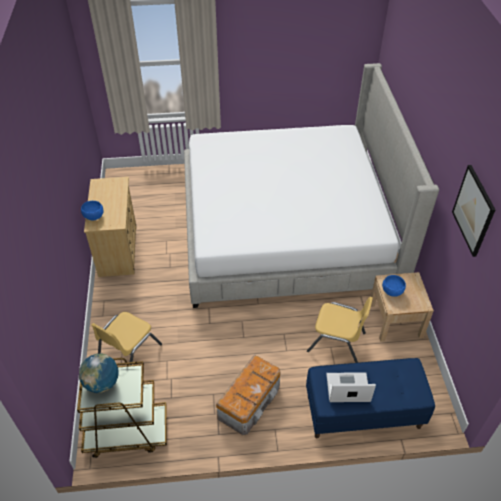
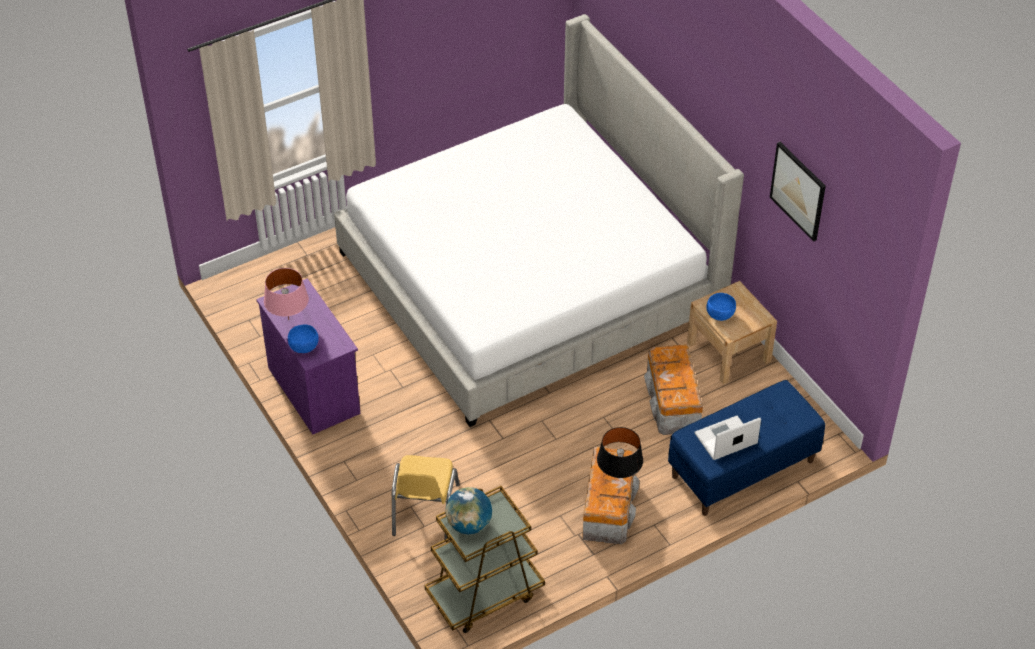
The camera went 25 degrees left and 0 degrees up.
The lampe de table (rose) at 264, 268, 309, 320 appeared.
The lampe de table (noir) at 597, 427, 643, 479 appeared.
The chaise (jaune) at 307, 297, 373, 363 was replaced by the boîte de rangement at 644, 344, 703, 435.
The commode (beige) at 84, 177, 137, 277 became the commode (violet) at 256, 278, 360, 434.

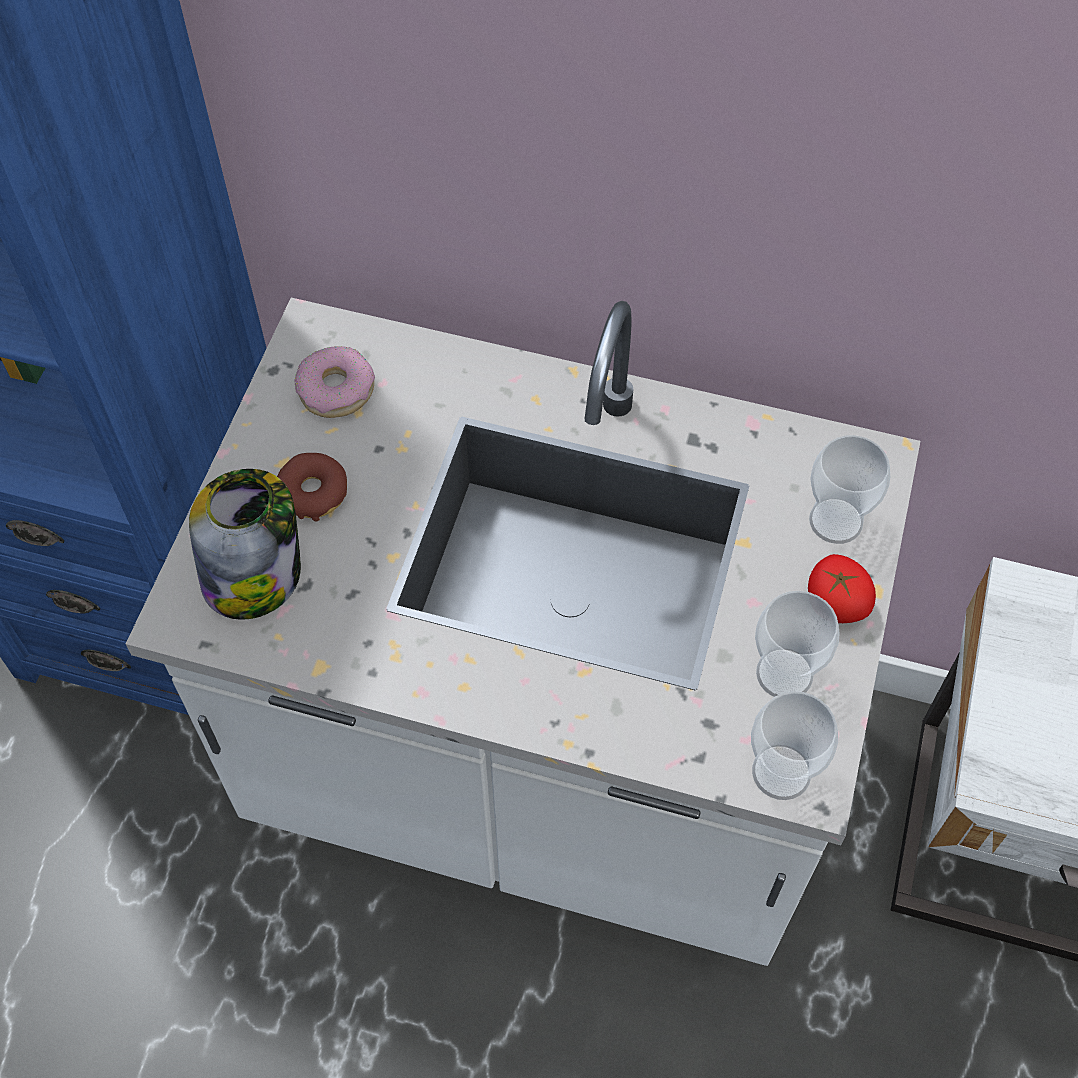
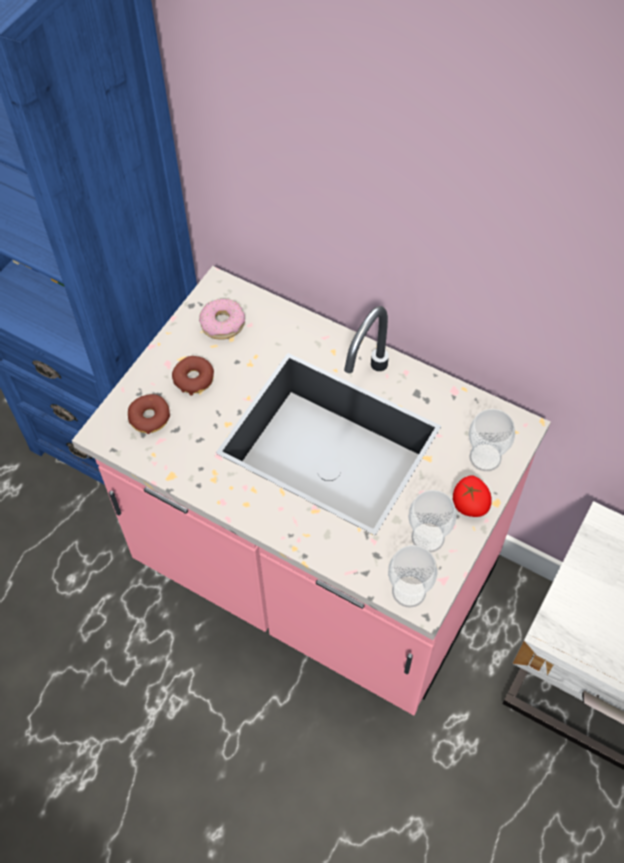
The camera went 15 degrees right and 0 degrees up.
The bocal at 189, 469, 301, 620 was replaced by the beignet at 128, 394, 170, 434.
The comptoir de cuisine (blanc) at 126, 298, 920, 966 became the comptoir de cuisine (rose) at 72, 266, 551, 715.

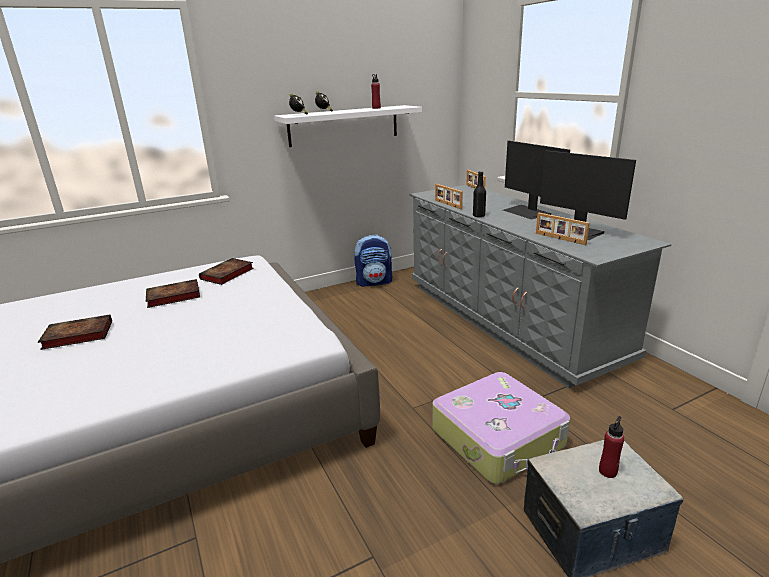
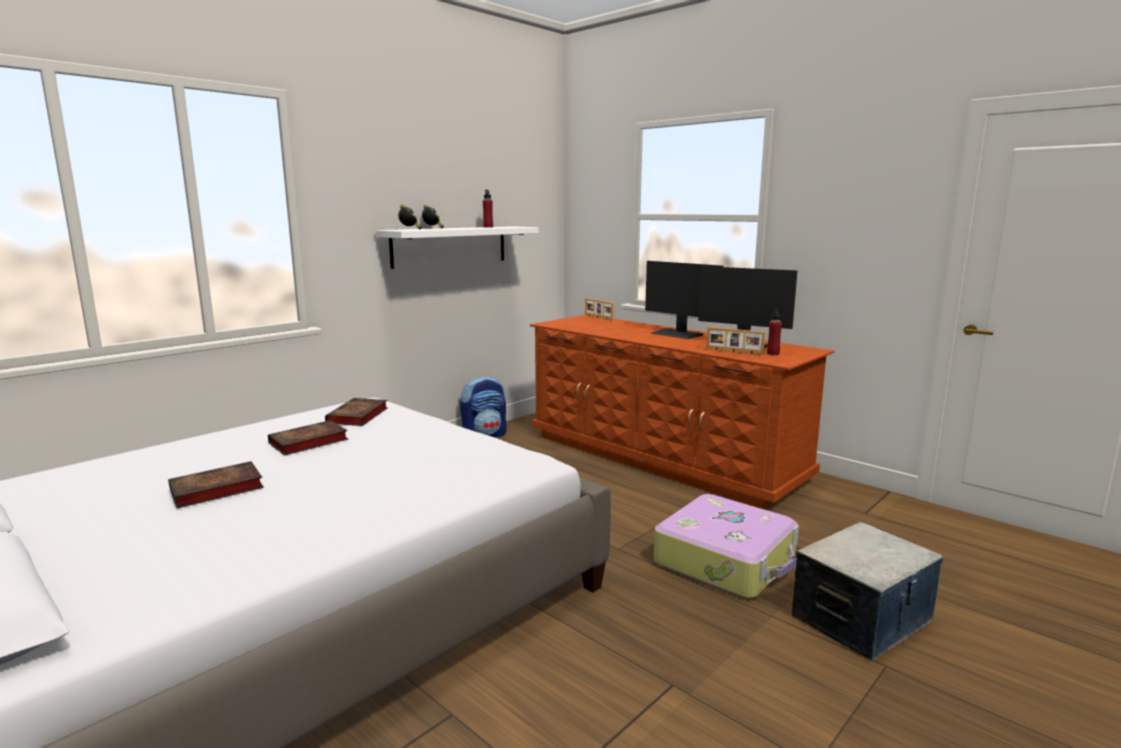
The camera went 20 degrees left and 10 degrees down.
The cadre photo at 435, 184, 463, 209 disappeared.
The bouteille (noir) at 473, 171, 486, 217 disappeared.
The bouteille (rouge) moved from 599, 416, 624, 478 to 767, 309, 782, 355.
The commode (gris) at 410, 185, 671, 388 became the commode (marron) at 530, 315, 835, 509.

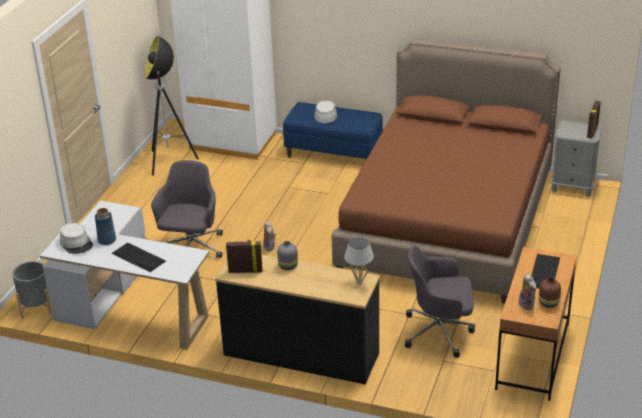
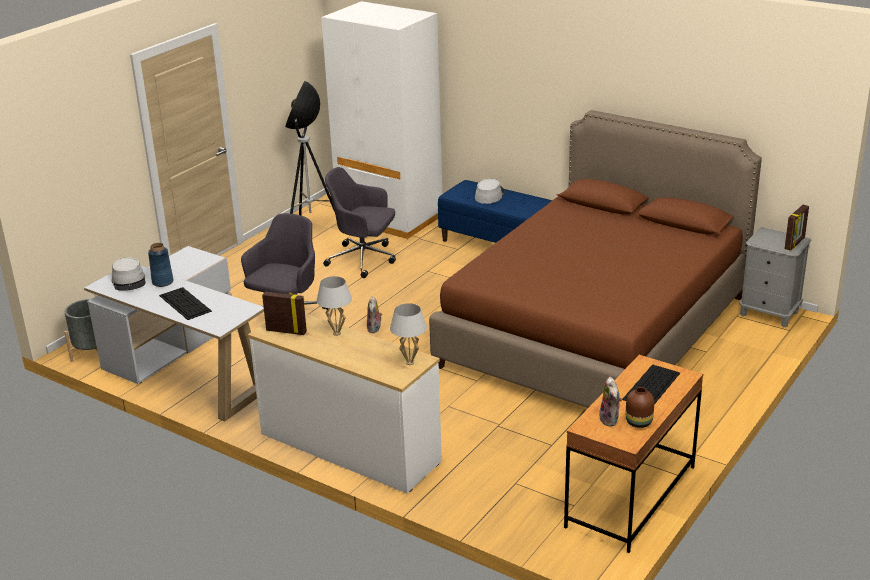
The camera went 15 degrees right and 5 degrees down.
The chaise de bureau (gris) moved from 405, 245, 475, 358 to 323, 167, 396, 278.
The vase (gris) at 277, 241, 298, 270 was replaced by the lampe de table (blanc) at 317, 276, 352, 336.
The commode (noir) at 215, 254, 380, 384 became the commode (blanc) at 248, 314, 442, 493.

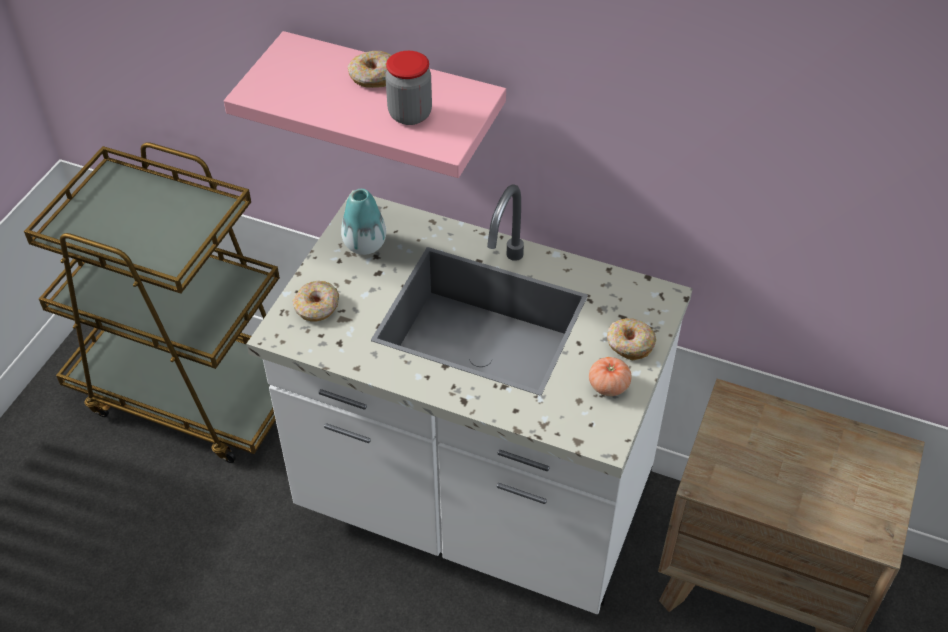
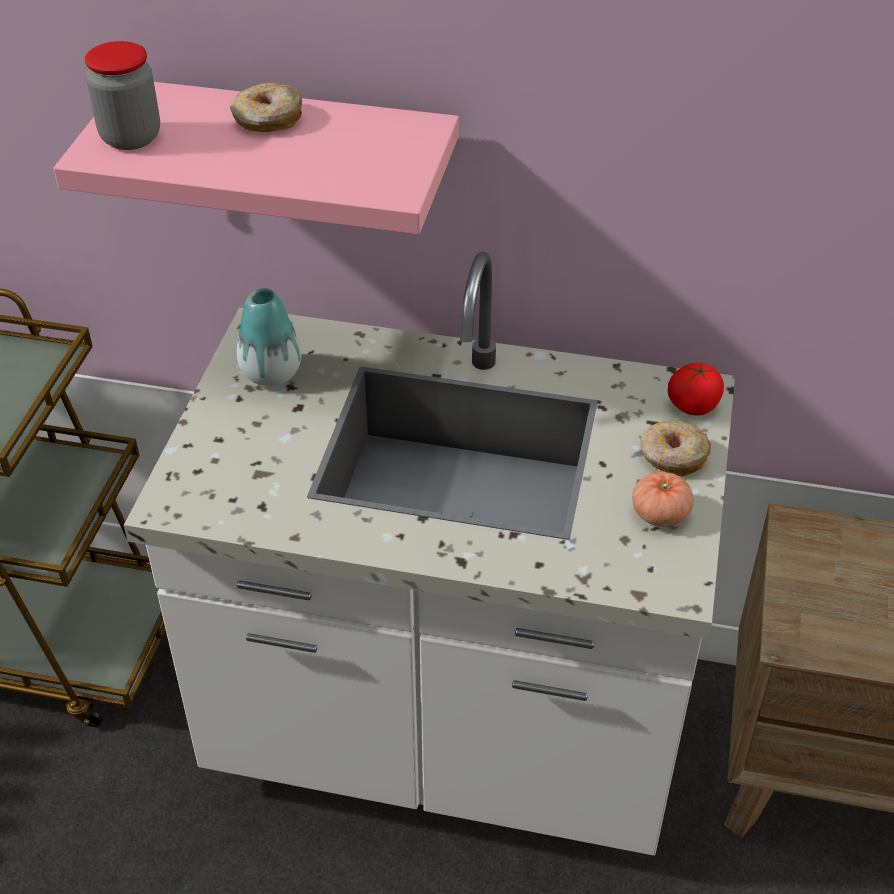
The camera went 10 degrees left and 5 degrees down.
The beignet at 293, 281, 339, 321 disappeared.
The tomate at 668, 363, 724, 415 appeared.
The bocal moved from 385, 51, 432, 125 to 85, 41, 160, 150.

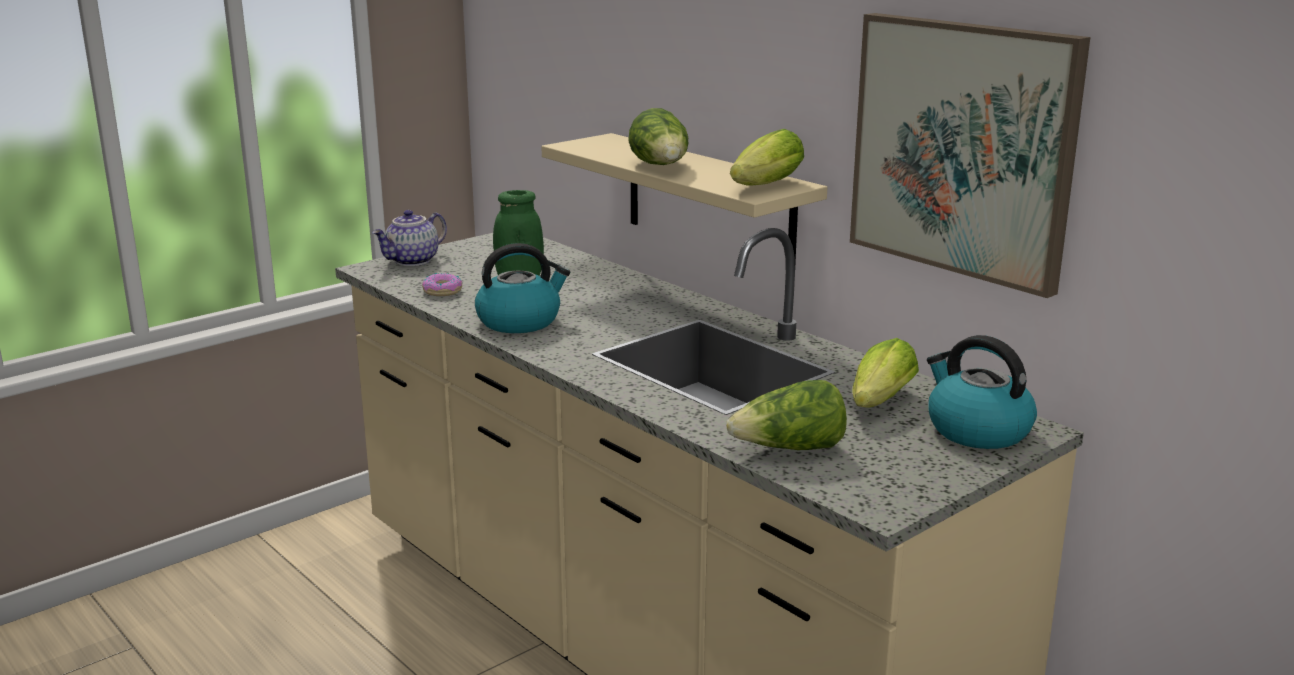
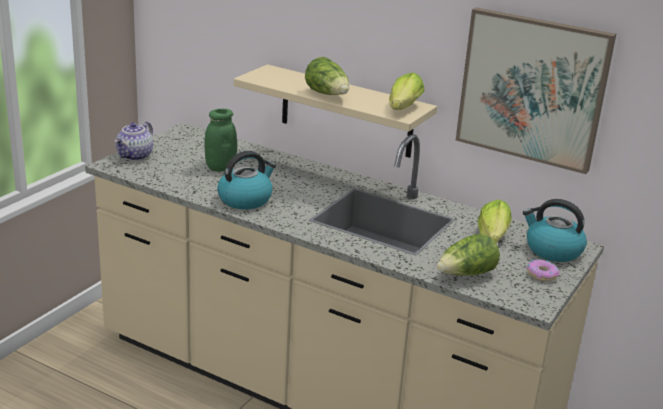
The camera went 20 degrees left and 5 degrees up.
The beignet moved from 422, 273, 462, 296 to 527, 259, 559, 281.

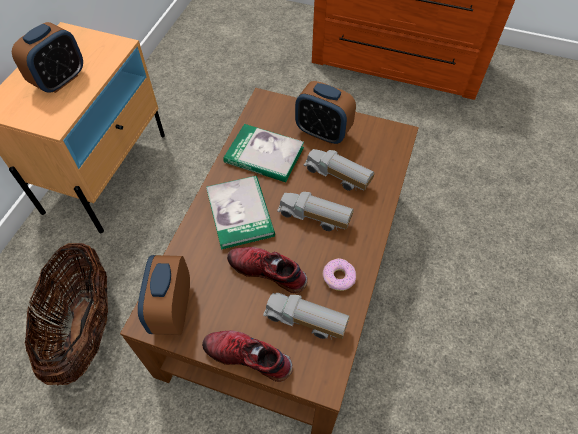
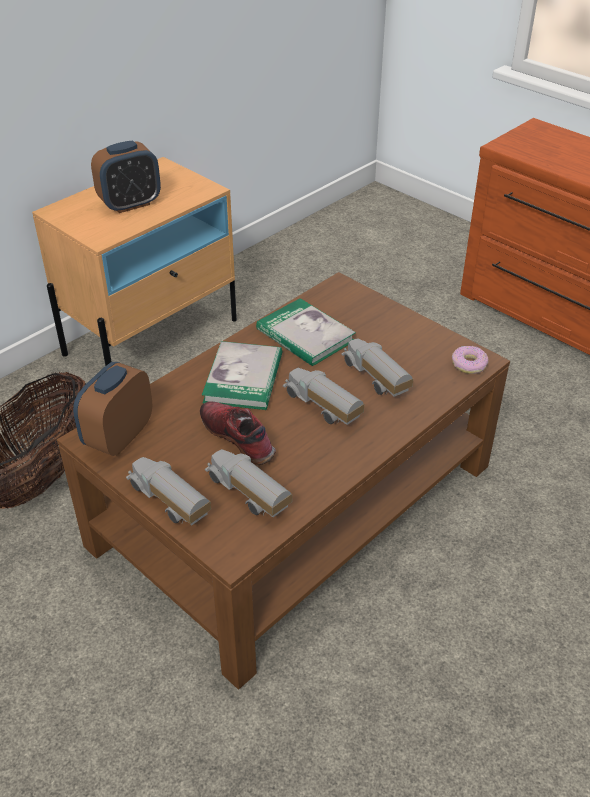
The camera went 25 degrees right and 15 degrees down.
The réveil at 295, 81, 356, 144 disappeared.
The beignet moved from 322, 258, 356, 291 to 452, 346, 488, 374.
The chaussure at 202, 330, 293, 382 was replaced by the camion jouet at 126, 457, 211, 525.

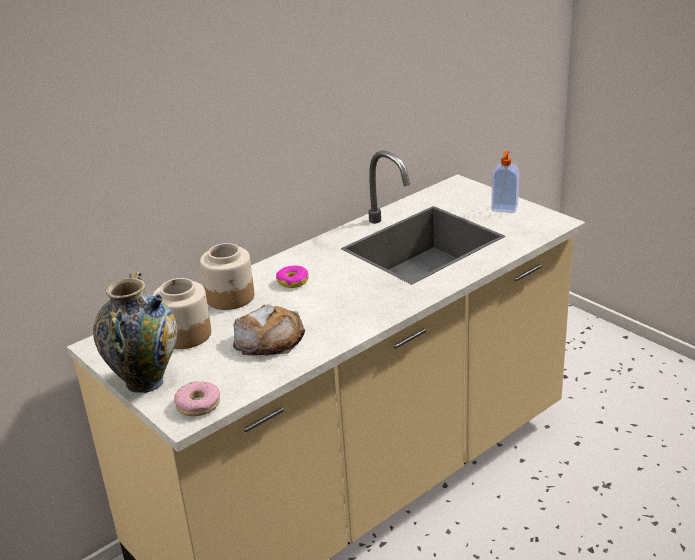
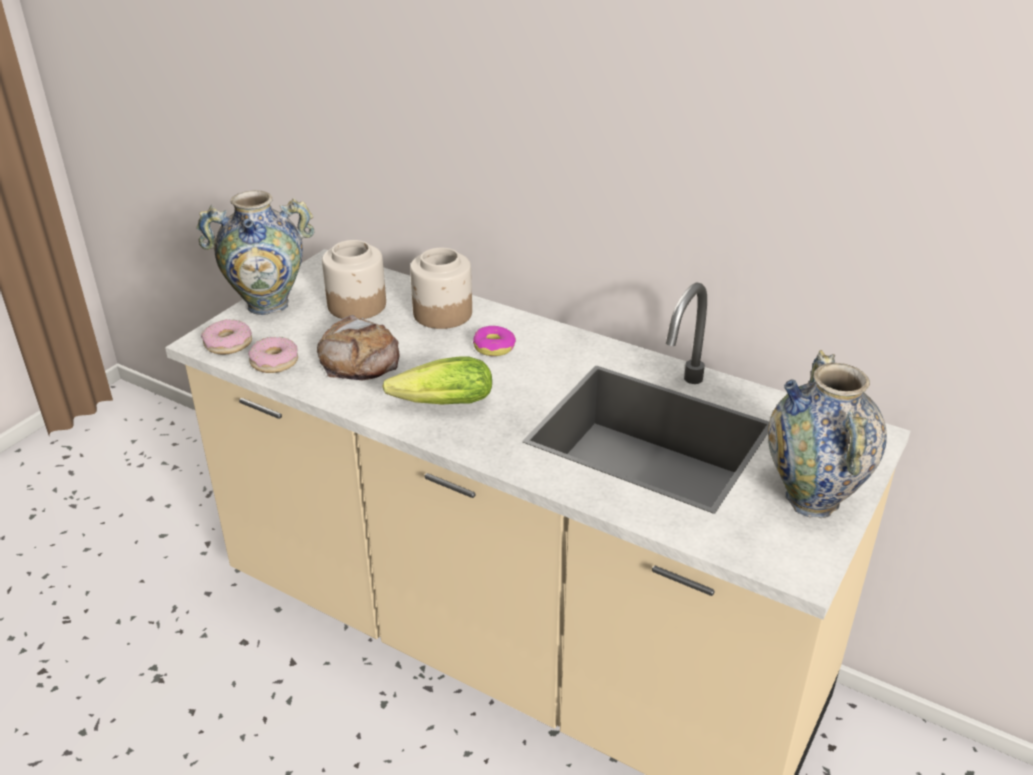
The camera went 70 degrees right and 5 degrees up.
The beignet at 248, 337, 298, 373 appeared.
The laitue at 382, 356, 492, 404 appeared.
The distributeur de savon at 491, 151, 519, 213 was replaced by the vase at 768, 350, 887, 518.

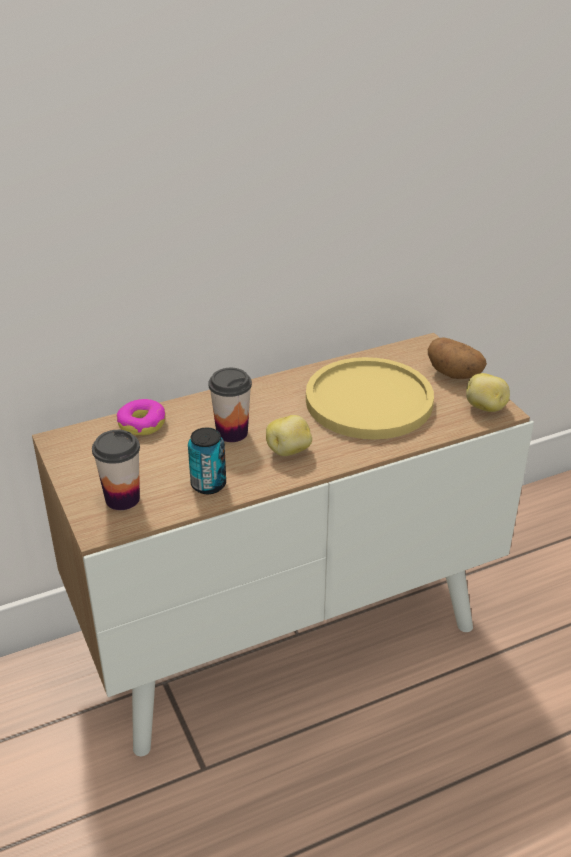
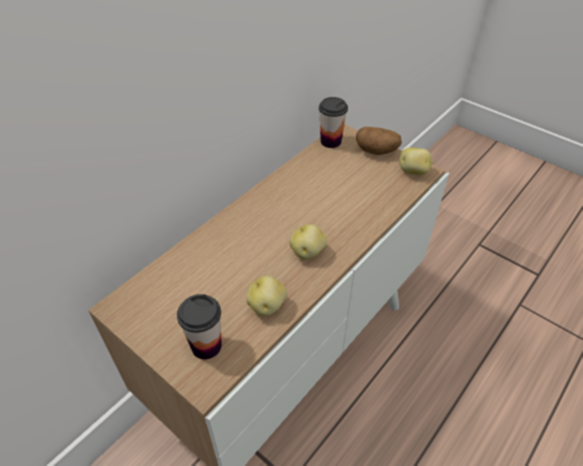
The camera went 25 degrees left and 10 degrees up.
The beignet at 117, 399, 166, 435 disappeared.
The assiette (jaune) at 306, 357, 434, 439 disappeared.
The tasse moved from 208, 368, 252, 442 to 319, 97, 348, 148.
The boîte métallique at 188, 428, 226, 494 was replaced by the pomme de terre at 246, 276, 287, 316.

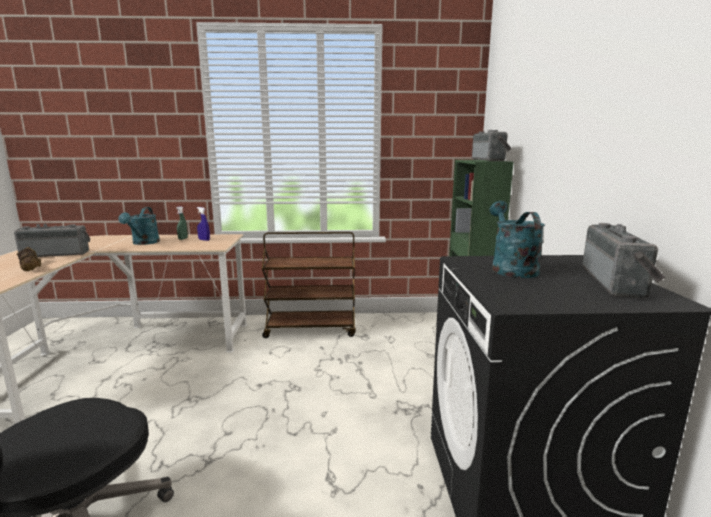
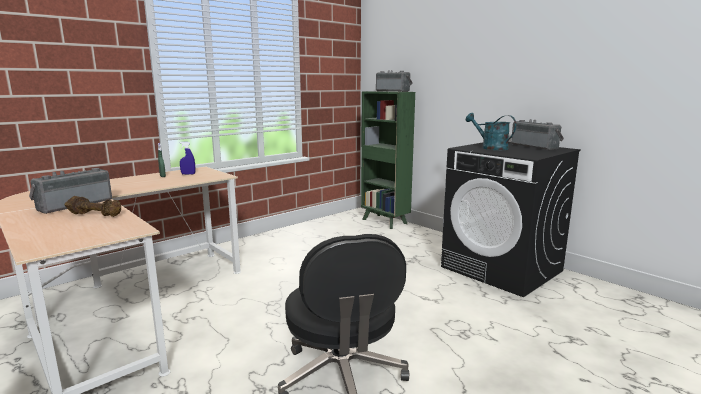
The camera went 40 degrees left and 0 degrees up.
The arrosoir (turquoise) at 118, 207, 160, 245 disappeared.
The chariot (marron) at 262, 232, 356, 338 disappeared.

